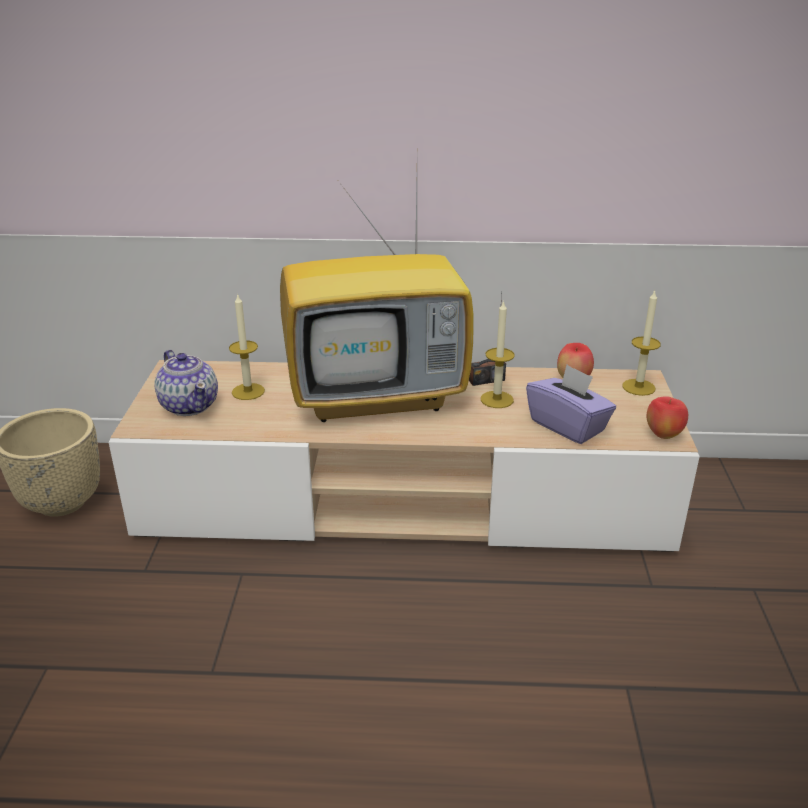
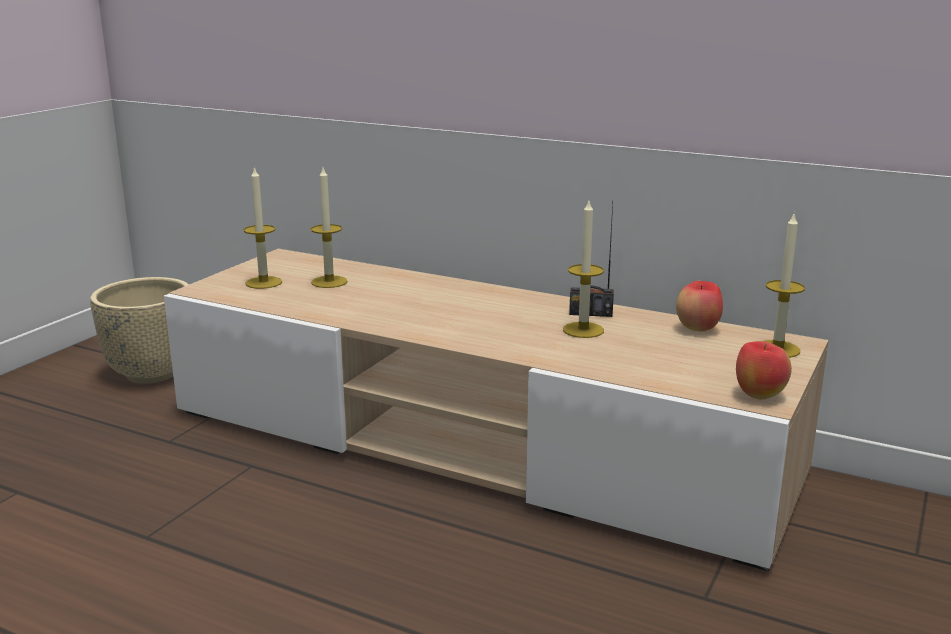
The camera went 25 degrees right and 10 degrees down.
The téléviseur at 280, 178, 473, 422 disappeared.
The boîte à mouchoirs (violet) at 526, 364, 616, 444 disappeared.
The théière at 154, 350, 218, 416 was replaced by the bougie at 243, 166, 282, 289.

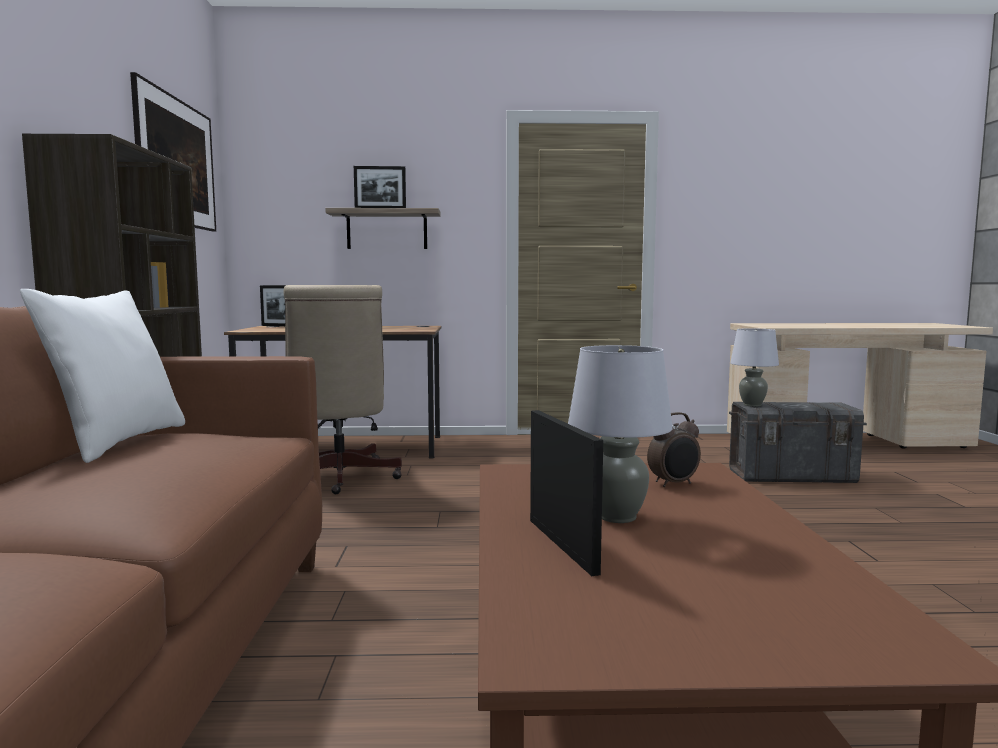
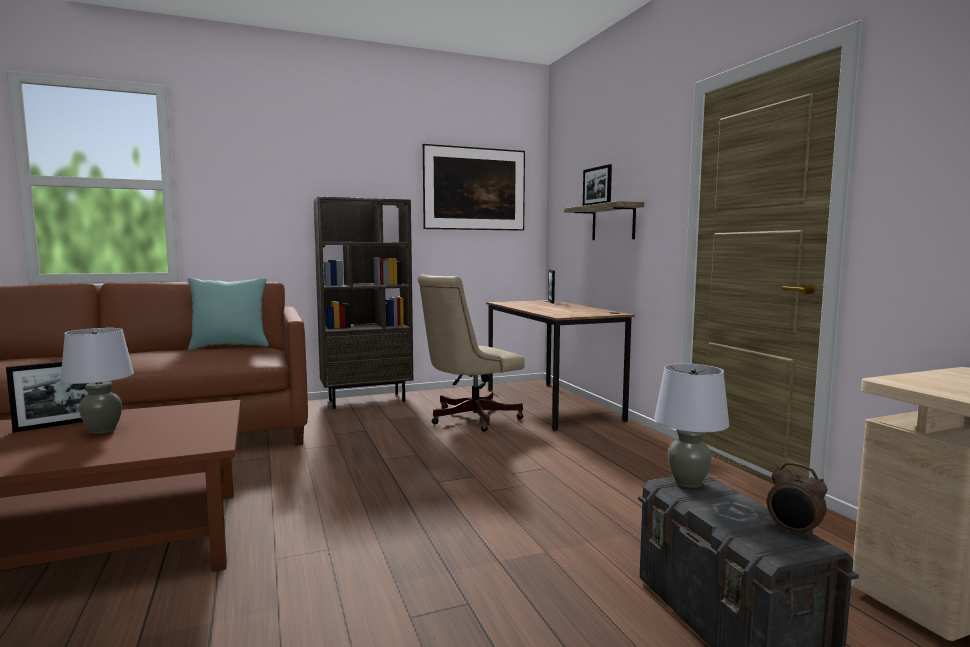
The camera went 70 degrees right and 0 degrees up.
The réveil moved from 647, 412, 701, 487 to 767, 463, 827, 539.
The coussin (blanc) at 20, 289, 185, 463 became the coussin (turquoise) at 188, 278, 269, 350.

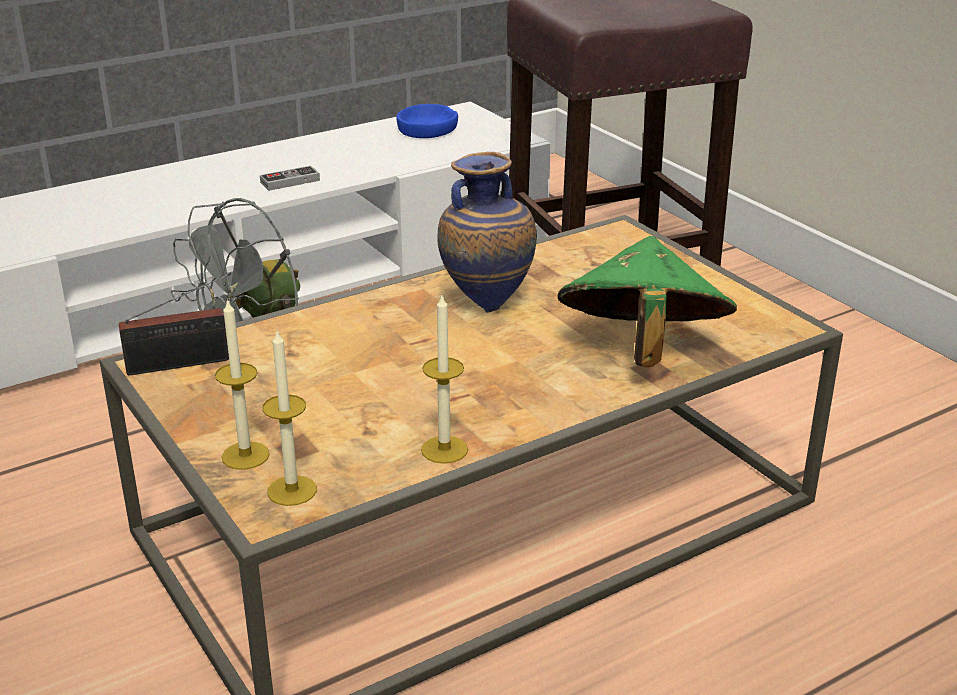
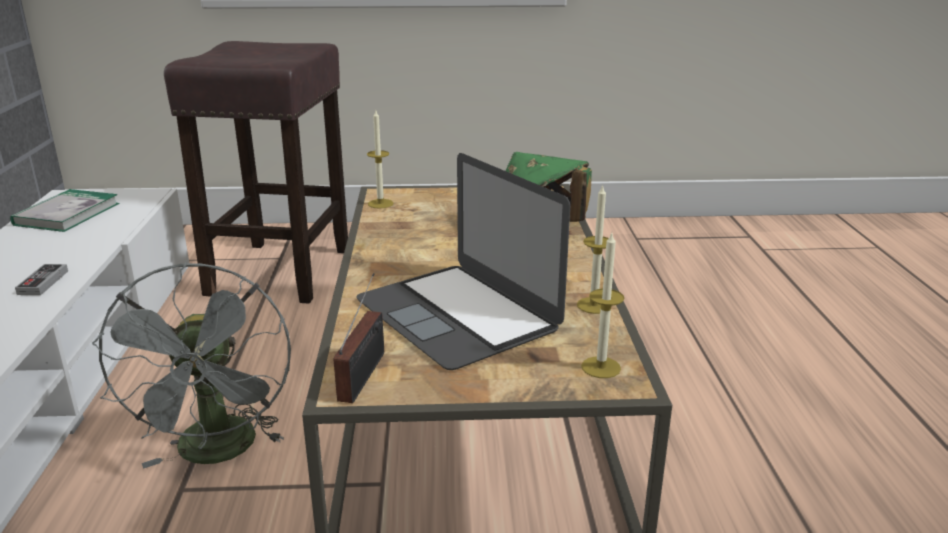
The camera went 60 degrees left and 5 degrees down.
The vase at 437, 152, 537, 313 disappeared.
The ordinateur portable at 356, 153, 570, 370 appeared.
The bougie moved from 215, 298, 270, 470 to 367, 110, 393, 209.
The bol (bleu) at 396, 104, 458, 138 was replaced by the livre at 10, 189, 119, 232.

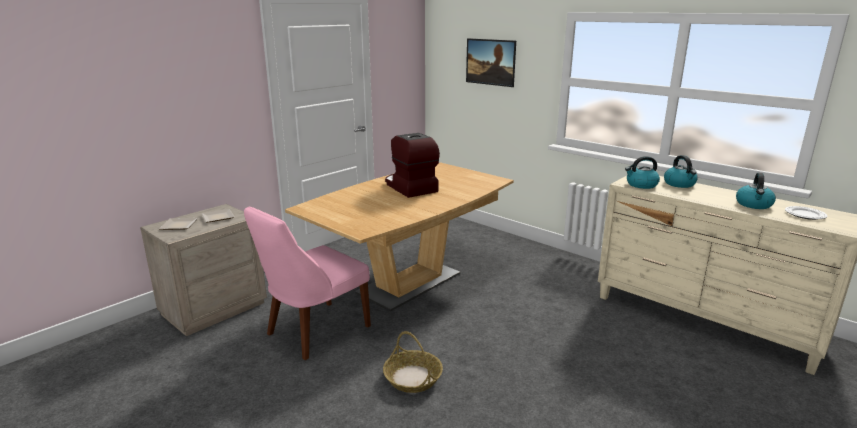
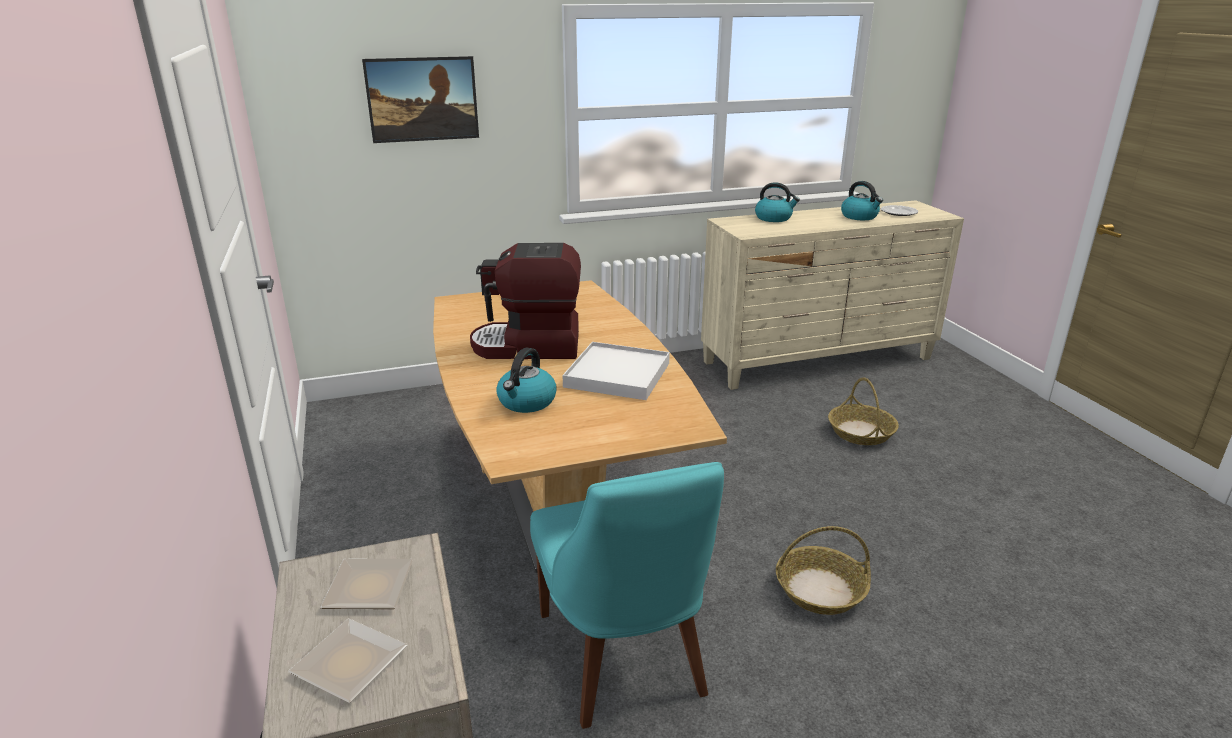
The camera went 60 degrees left and 5 degrees up.
The plateau (blanc) at 562, 342, 670, 400 appeared.
The panier at 828, 377, 899, 445 appeared.
The bouilloire moved from 625, 156, 660, 189 to 496, 348, 557, 413.
The chaise (rose) at 244, 207, 371, 360 became the chaise (turquoise) at 530, 462, 724, 729.

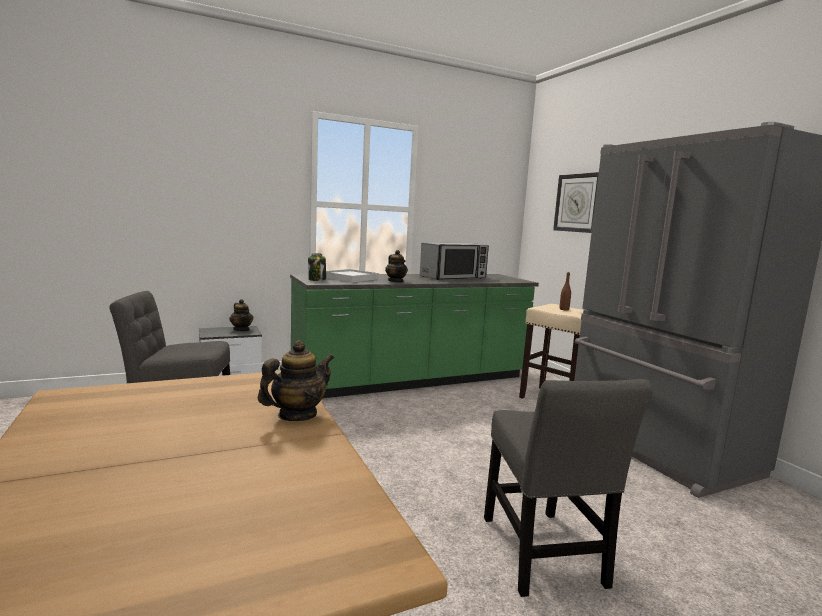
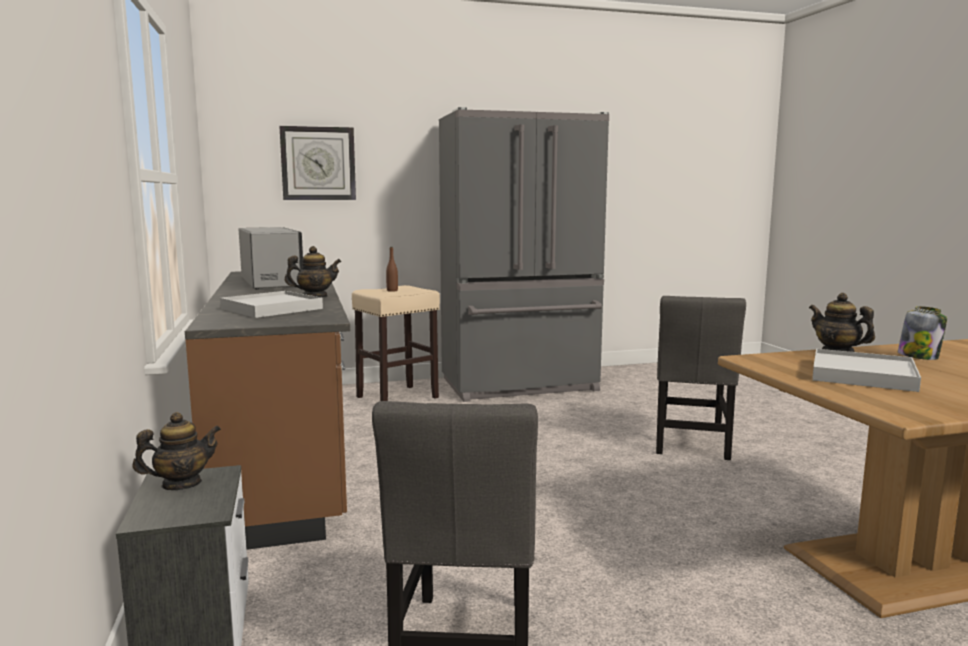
The camera went 80 degrees left and 0 degrees up.
The plateau (blanc) at 812, 349, 921, 392 appeared.
The bocal moved from 308, 253, 326, 281 to 898, 306, 947, 360.
The comptoir de cuisine (vert) at 290, 274, 539, 398 became the comptoir de cuisine (marron) at 185, 271, 350, 550.
The chaise (gris) at 484, 379, 653, 597 turned 105 degrees clockwise.

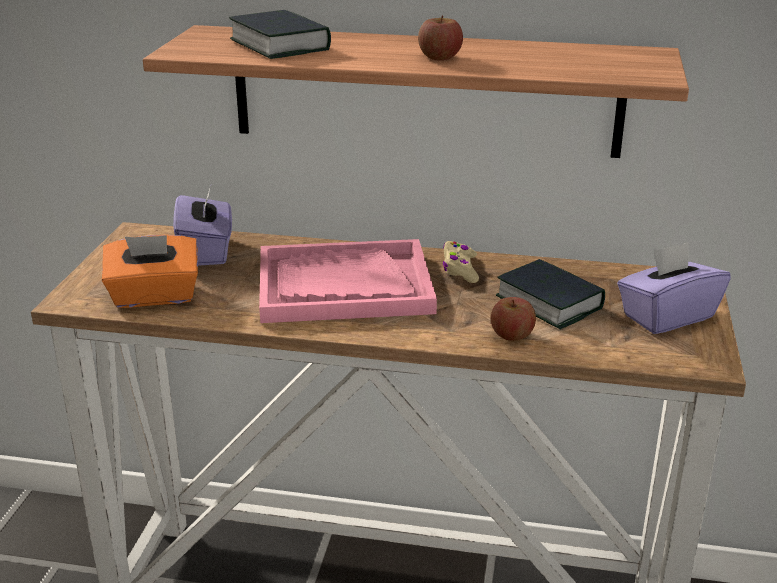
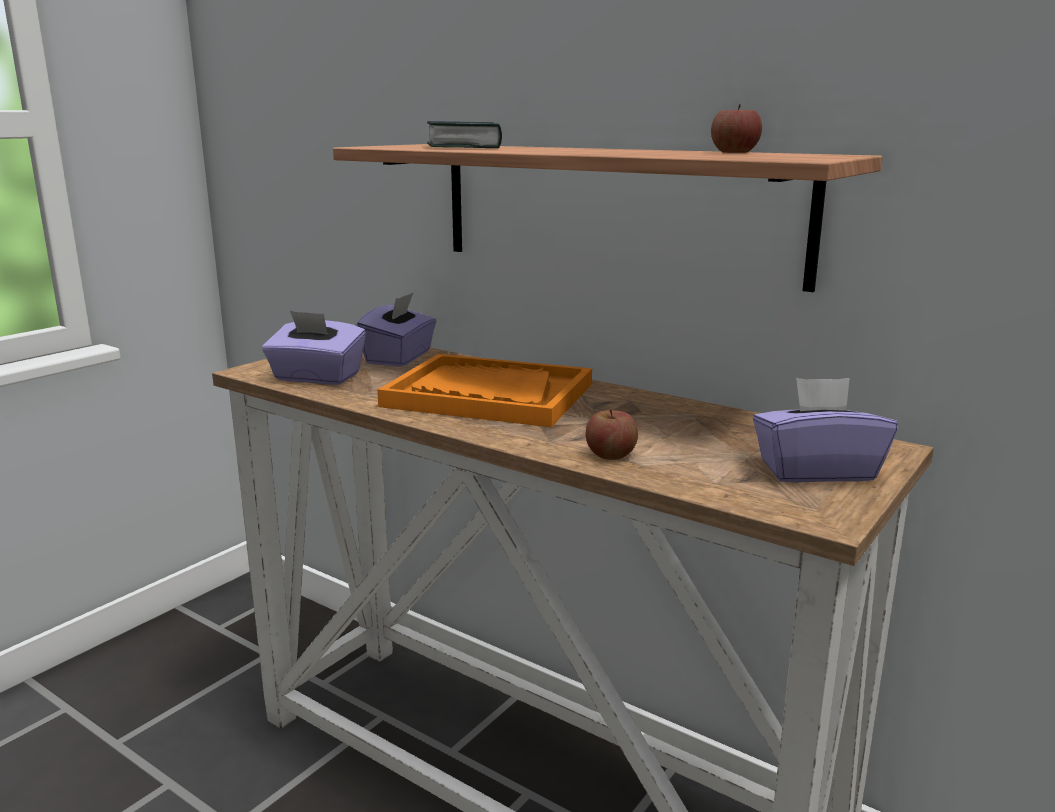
The camera went 25 degrees right and 10 degrees down.
The manette (beige) at 443, 241, 479, 283 disappeared.
The livre at 496, 259, 605, 329 disappeared.
The pomme moved from 418, 16, 463, 60 to 711, 104, 762, 153.
The boîte à mouchoirs (orange) at 102, 235, 198, 308 became the boîte à mouchoirs (violet) at 262, 310, 366, 385.
The plateau (rose) at 259, 239, 437, 323 became the plateau (orange) at 377, 354, 592, 427.

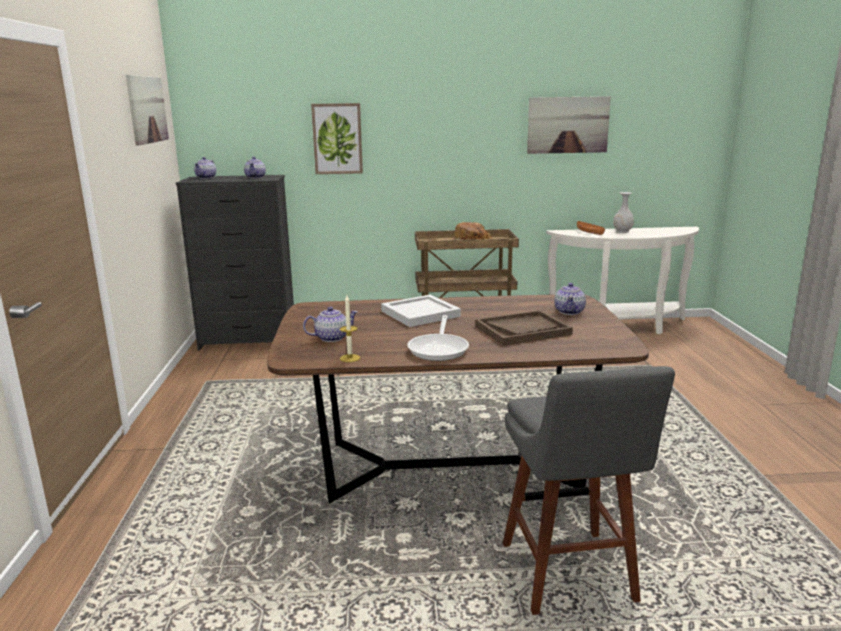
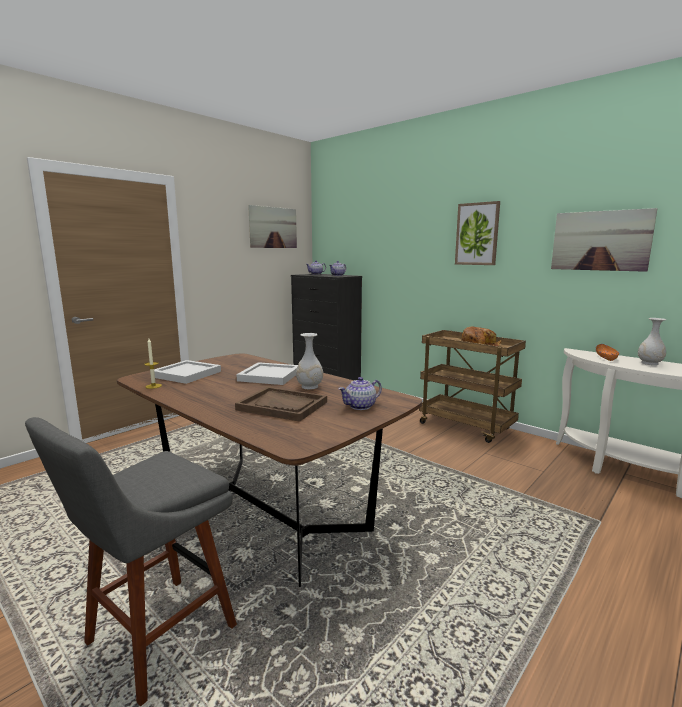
The camera went 45 degrees right and 5 degrees down.
The poêle at 407, 315, 469, 361 disappeared.
The vase (blanc) at 296, 333, 323, 389 appeared.
The tableau moved from 311, 103, 363, 174 to 455, 201, 500, 265.
The théière at 303, 307, 358, 342 was replaced by the plateau (blanc) at 154, 360, 221, 384.

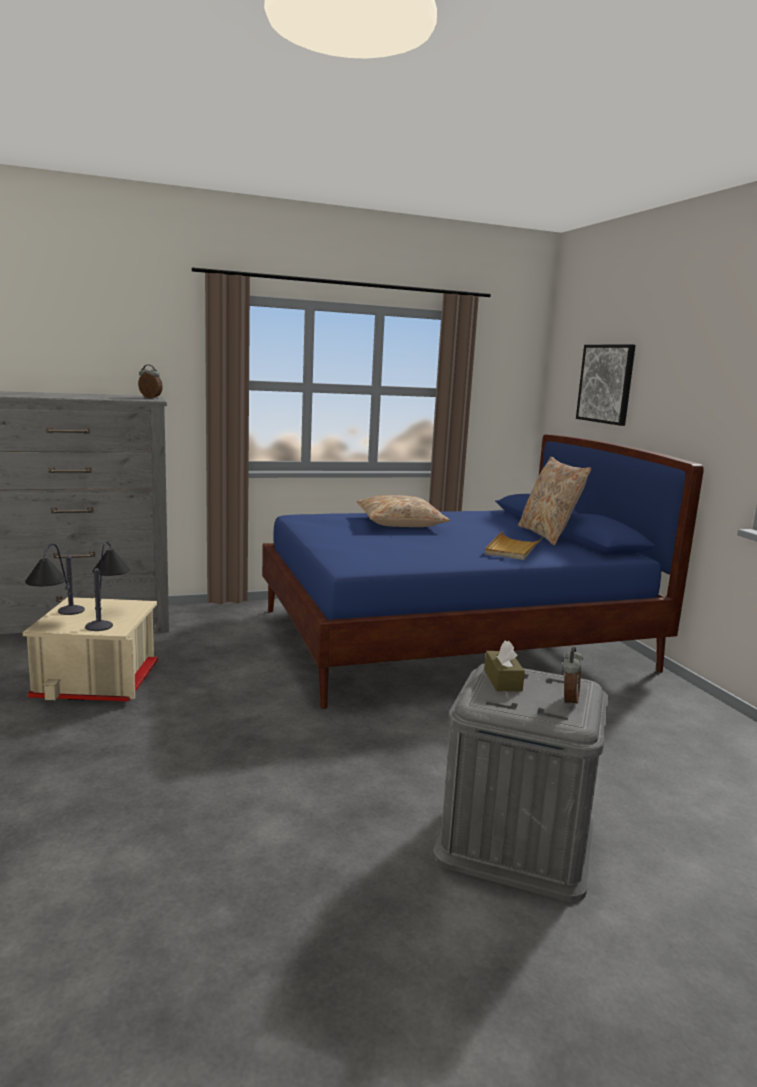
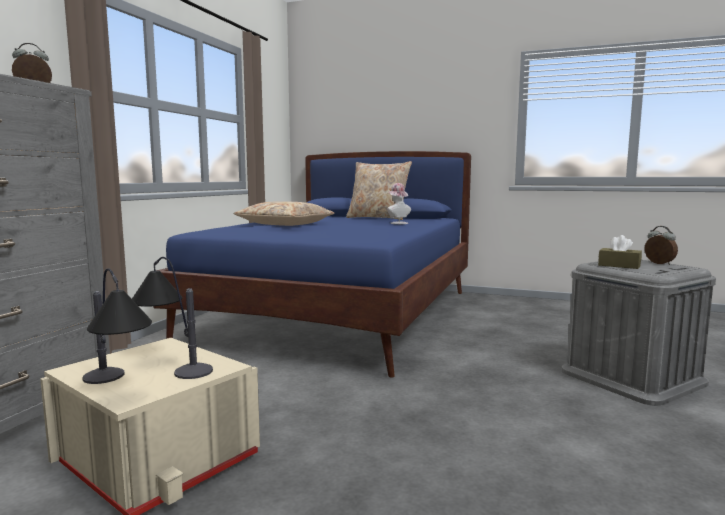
The camera went 50 degrees left and 5 degrees down.
The tableau at 576, 344, 636, 426 disappeared.
The plateau (beige) at 485, 532, 543, 560 was replaced by the chapeau at 387, 183, 411, 224.

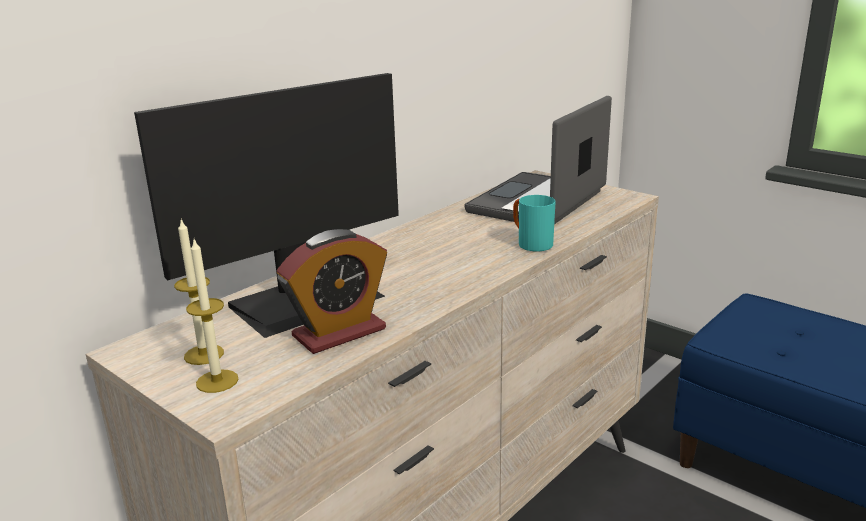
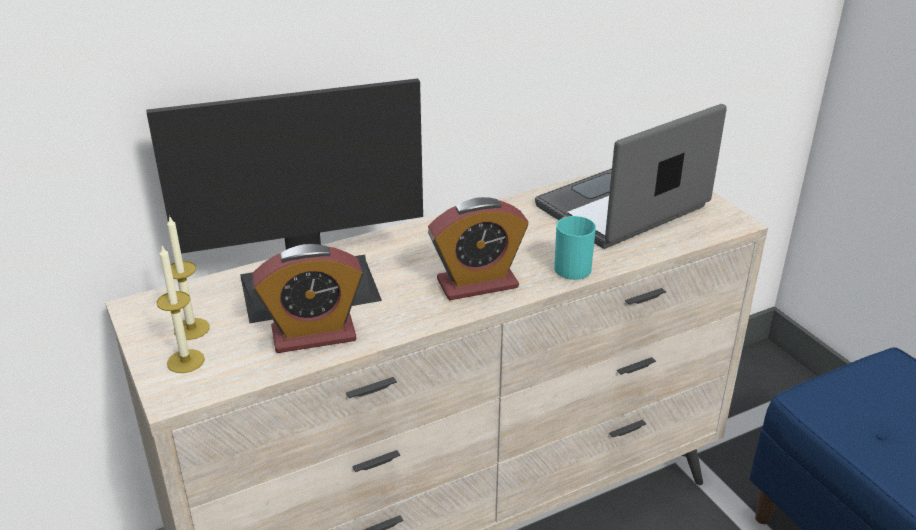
The camera went 20 degrees right and 10 degrees up.
The réveil at 428, 197, 528, 300 appeared.

